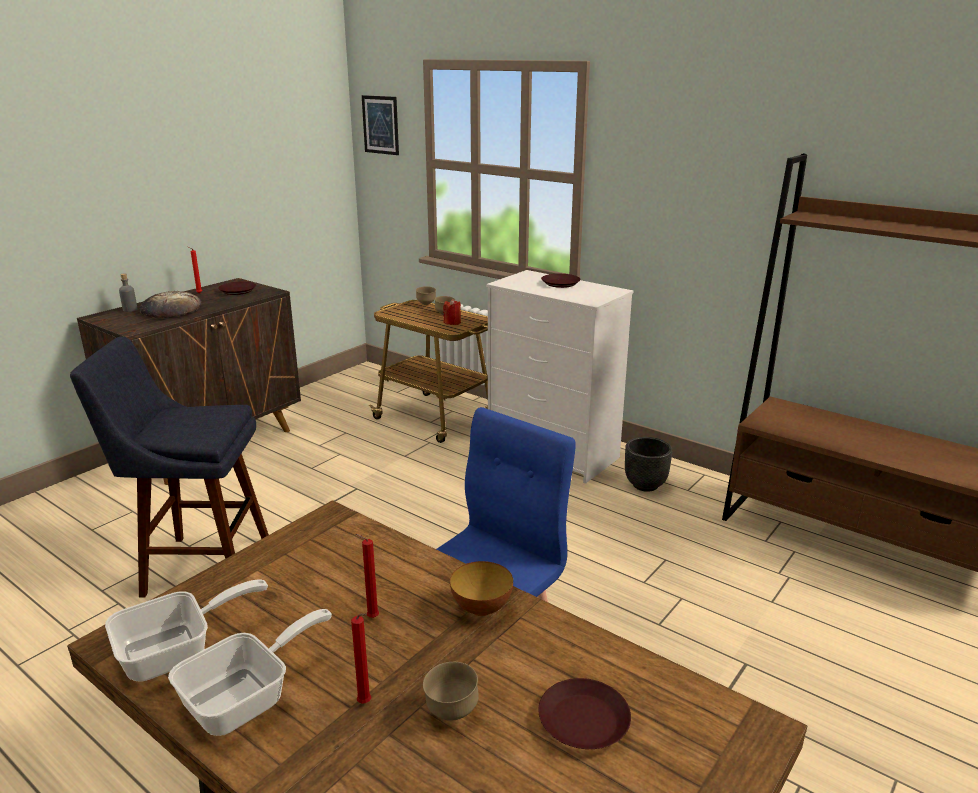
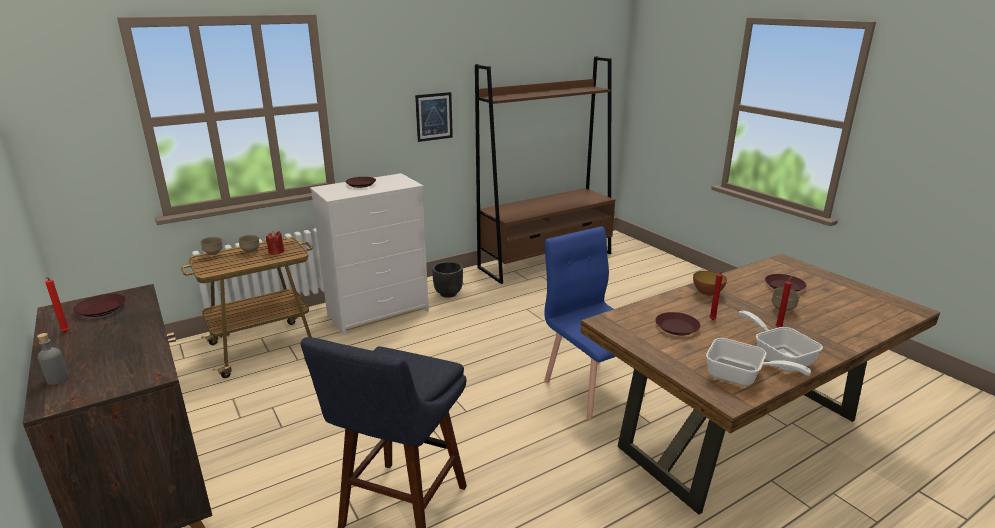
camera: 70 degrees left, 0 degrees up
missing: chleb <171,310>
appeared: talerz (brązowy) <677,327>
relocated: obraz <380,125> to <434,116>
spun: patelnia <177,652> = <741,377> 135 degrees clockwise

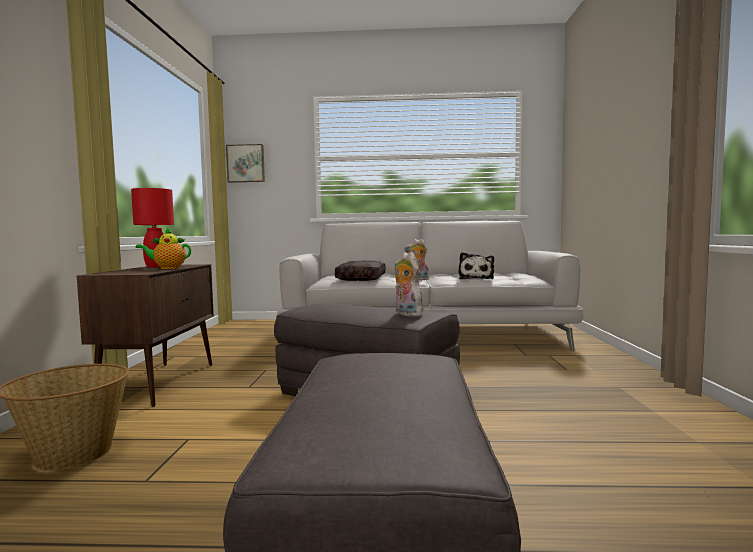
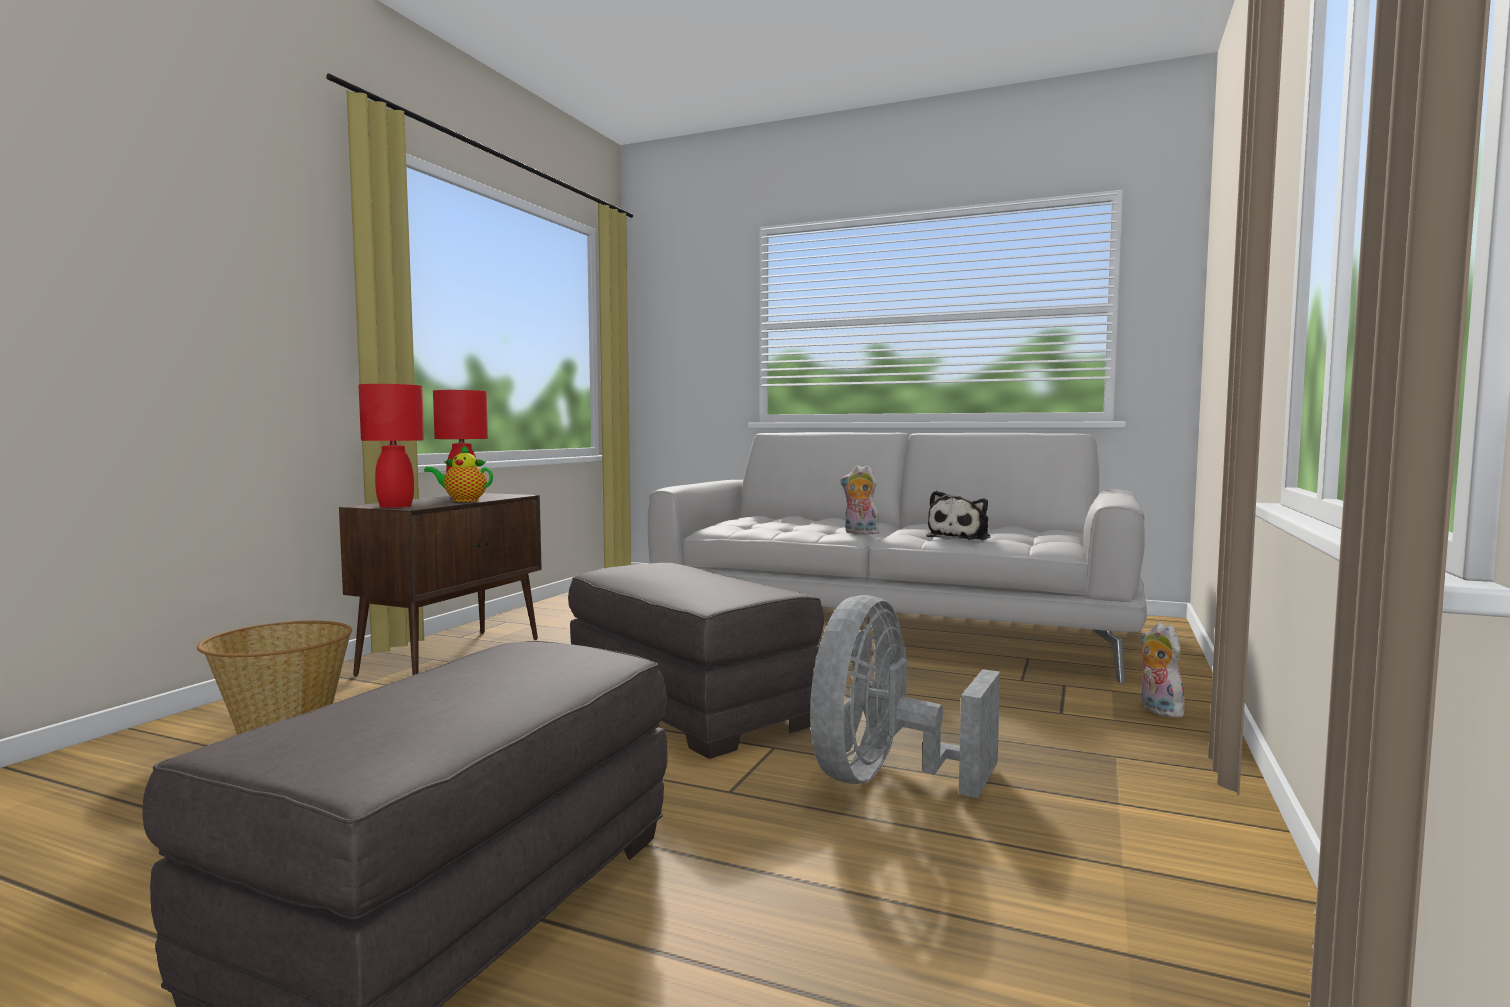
camera: 20 degrees right, 0 degrees up
missing: obraz <246,163>; poduszka (brązowy) <360,279>
appeared: lampa stołowa (czerwony) <396,506>; wentylator (szary) <885,778>
relocated: pluszak <406,314> to <1157,710>

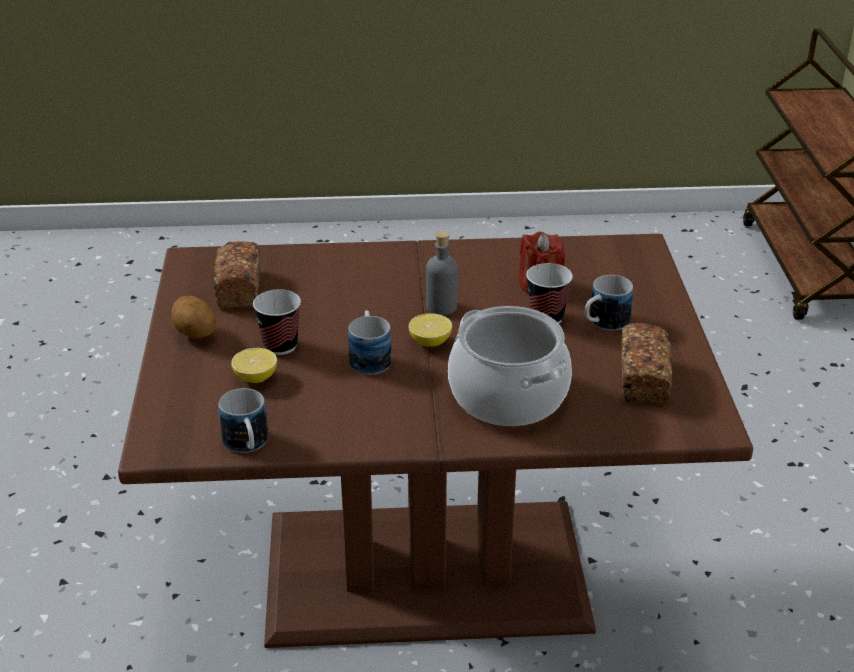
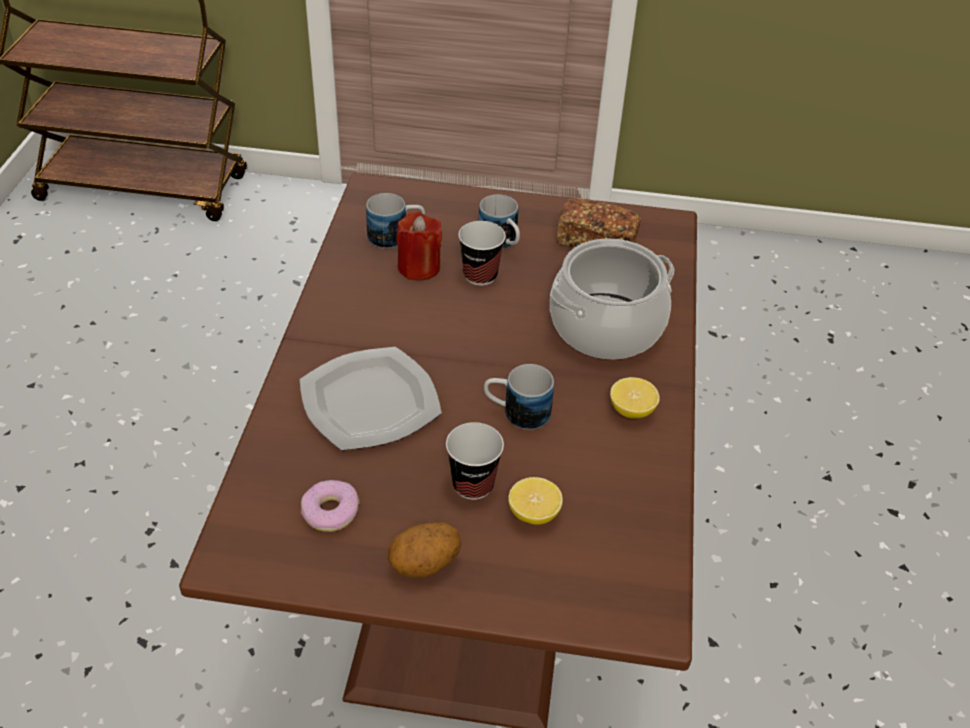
camera: 80 degrees left, 10 degrees up
missing: butelka (szary) <441,307>
appeared: talerz <369,403>
relocated: kubek <247,446> to <396,237>; cytryna <430,342> to <632,410>
exchanged: chleb <238,289> to donut <330,512>

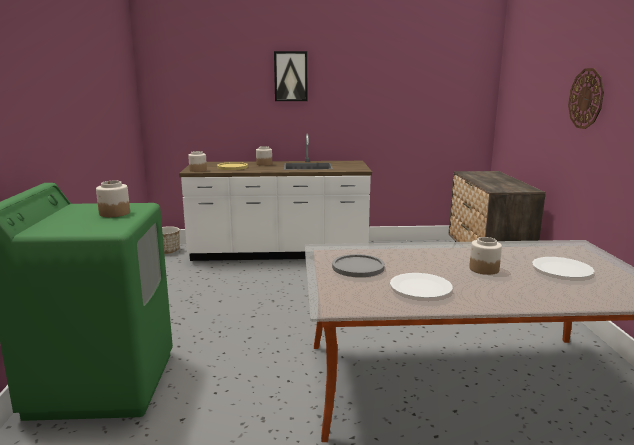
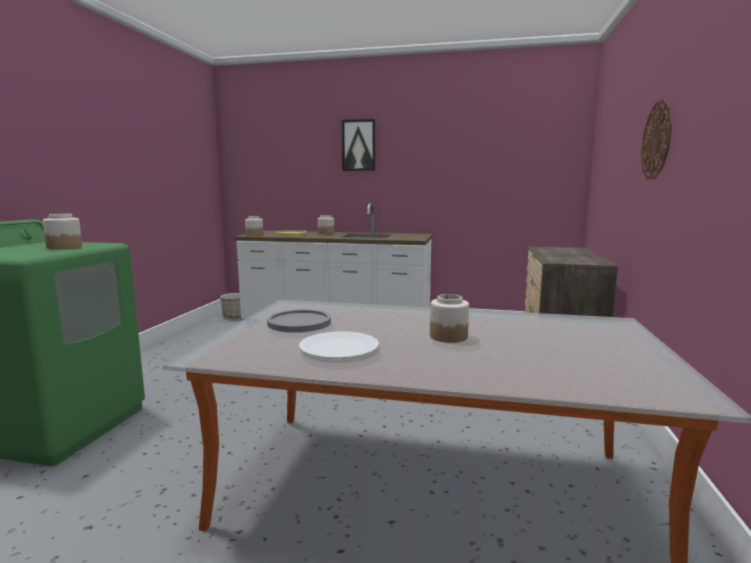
camera: 15 degrees right, 5 degrees down
missing: talerz (biały) <562,269>

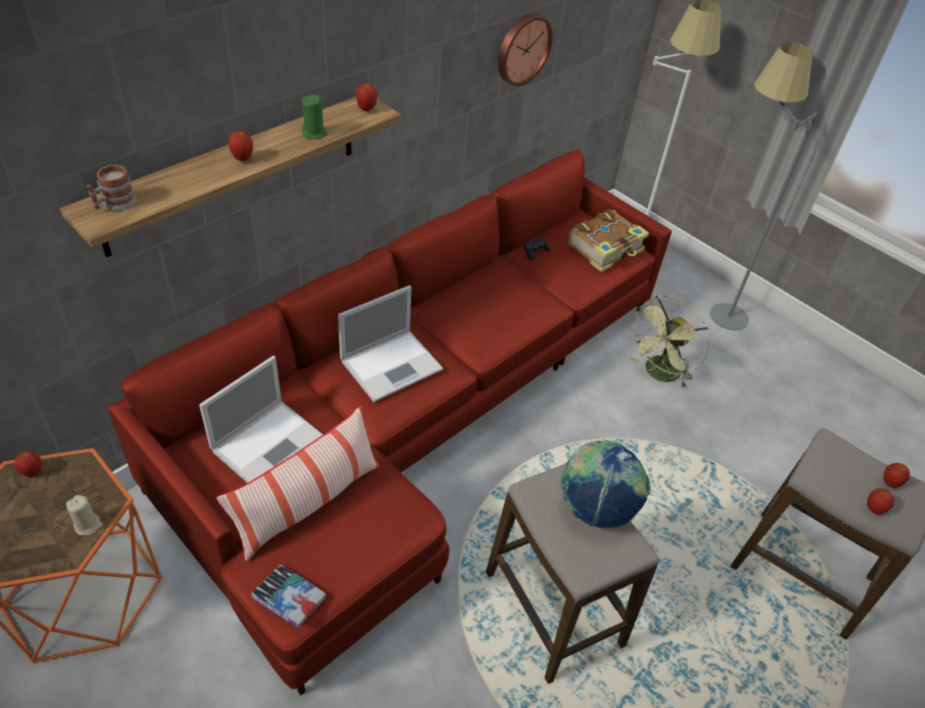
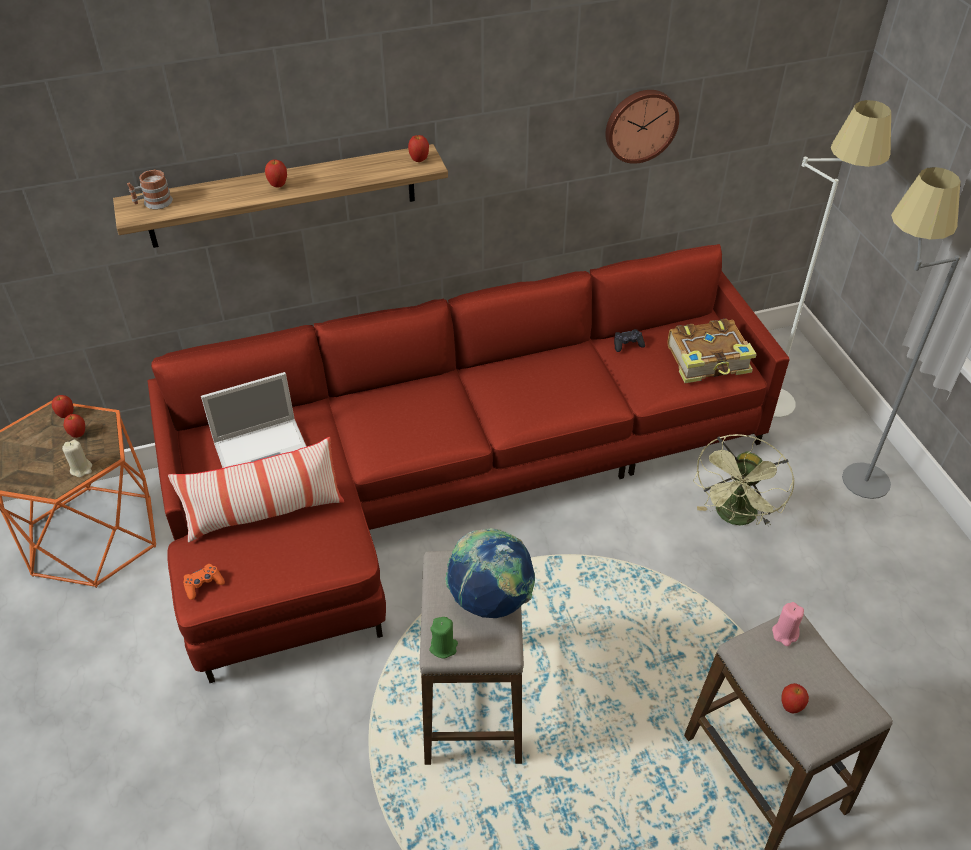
camera: 30 degrees right, 0 degrees up
missing: laptop <393,364>
appeared: świeca (różowy) <785,633>
relocated: jabłko <889,483> to <78,434>; świeca (zielony) <314,133> to <443,647>
exchanged: książka <289,598> to pad do gier (pomarańczowy) <203,584>
spun: wentylator (zielony) <659,374> = <735,517> 45 degrees counterclockwise

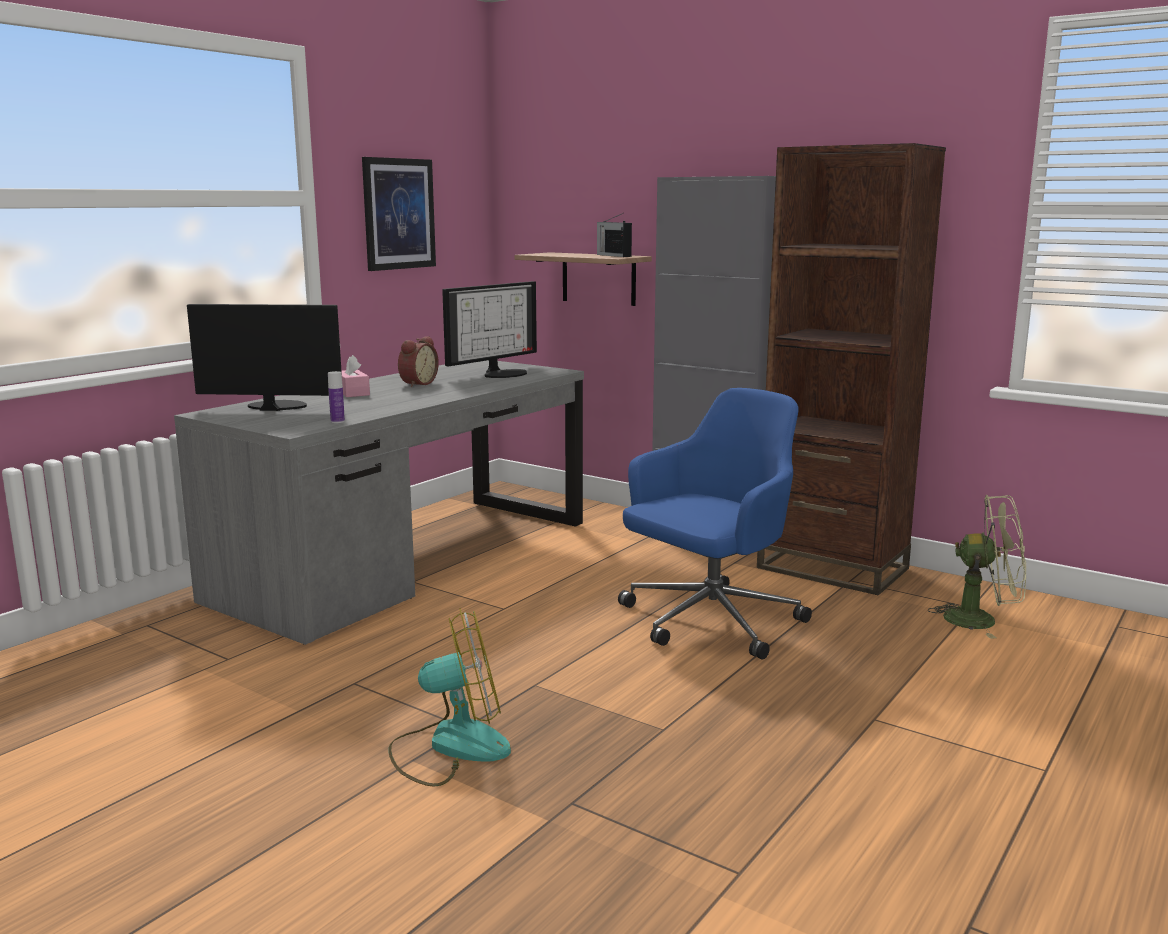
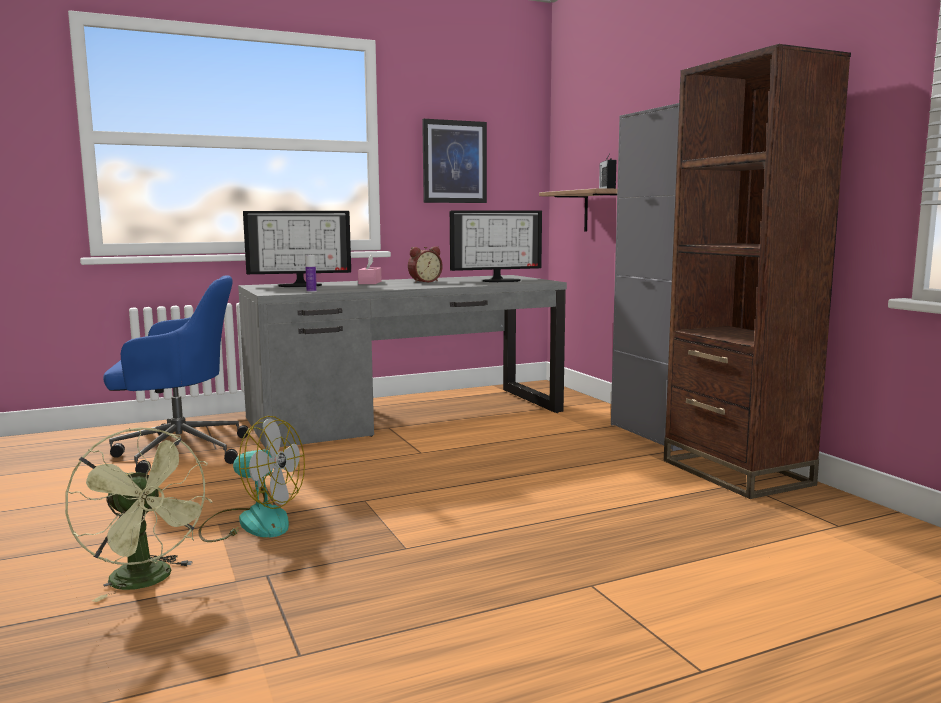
camera: 30 degrees right, 5 degrees down
relocated: wentylator (zielony) <981,620> to <148,581>; krzesło biurowe (niebieski) <709,622> to <178,451>
spun: monitor <274,407> = <300,285> 135 degrees clockwise

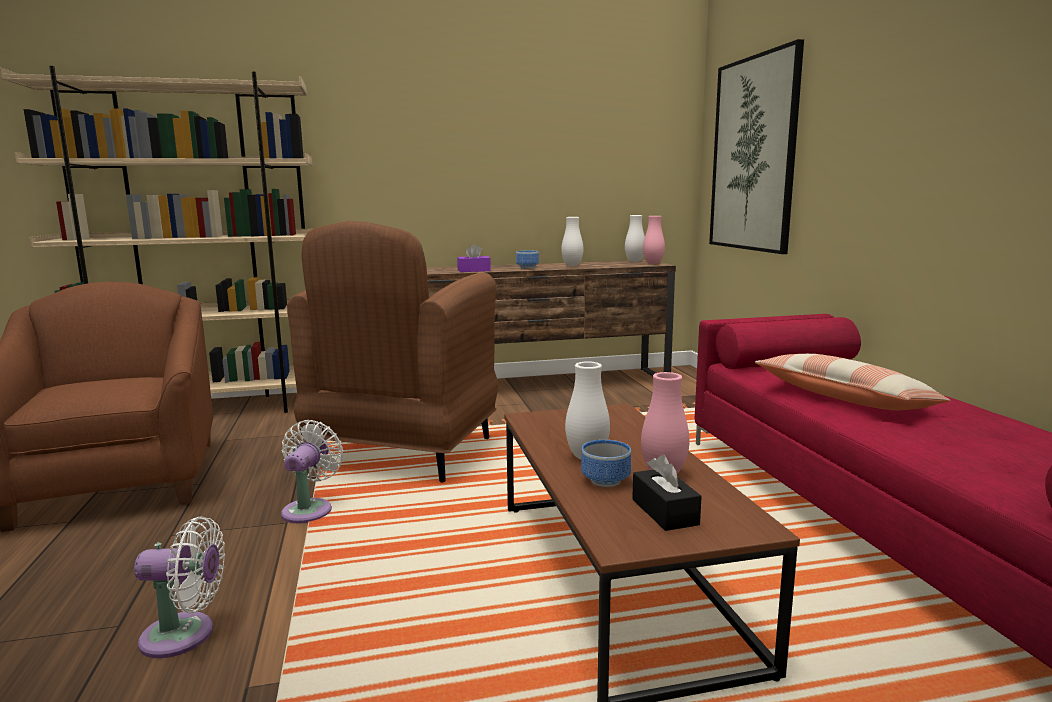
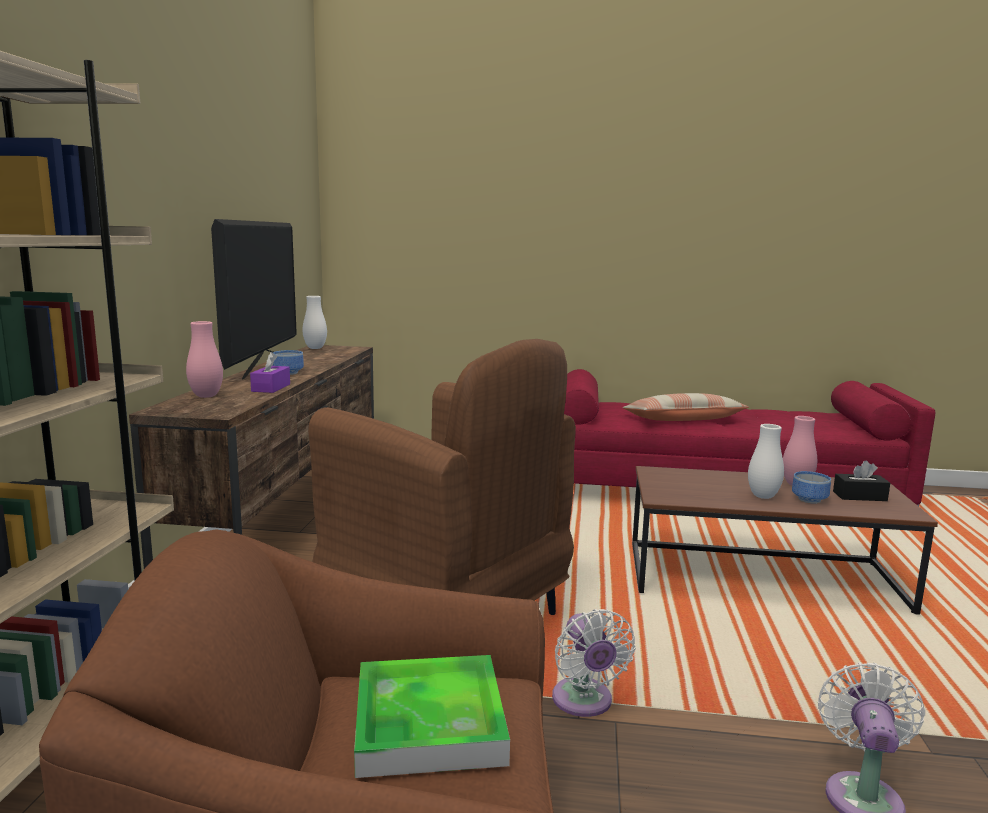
camera: 70 degrees left, 0 degrees up
missing: wazon (biały) <572,265>; obraz <753,154>
appeared: telewizor <263,367>; taca <429,722>
relocated: wazon (różowy) <653,263> to <206,396>
spun: wentylator (biały) <310,509> = <584,702> 135 degrees counterclockwise

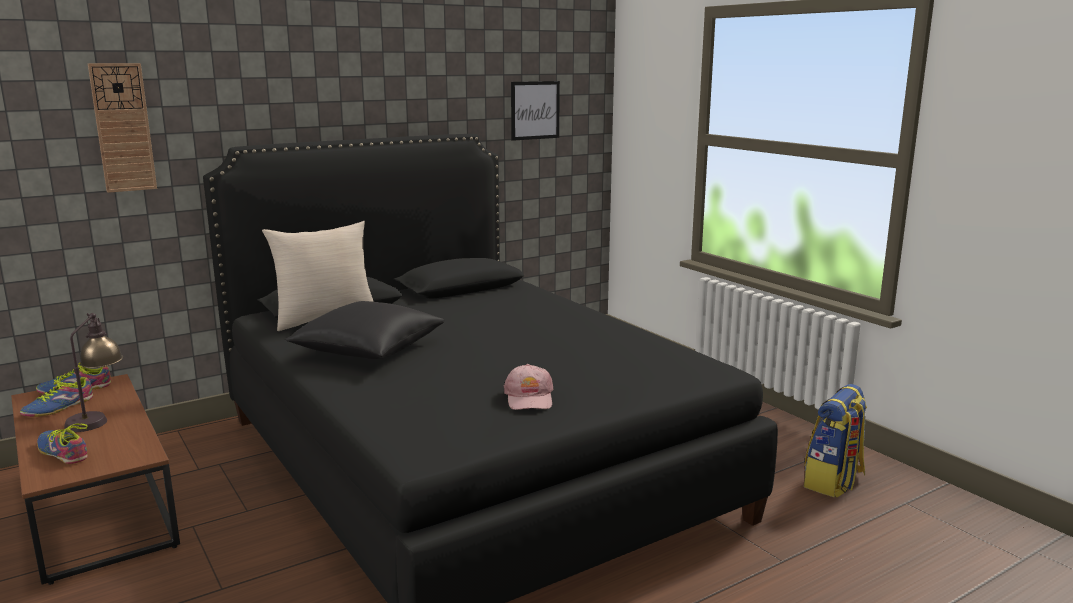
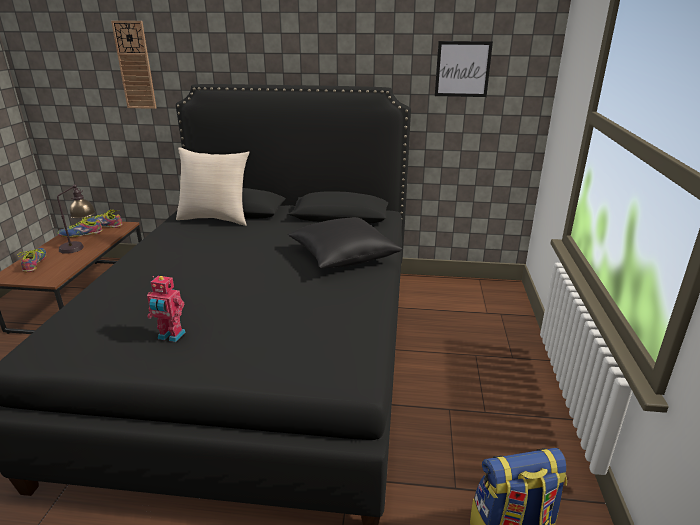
camera: 40 degrees right, 10 degrees up
relocated: poduszka (czarny) <368,350> to <343,256>
exchanged: czapka z daszkiem (różowy) <529,398> to robot zabawkowy <170,336>

